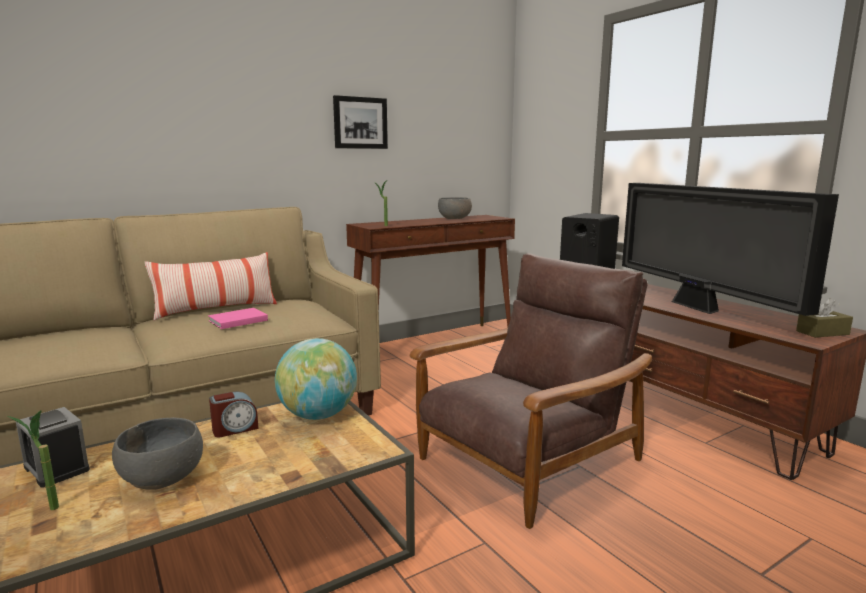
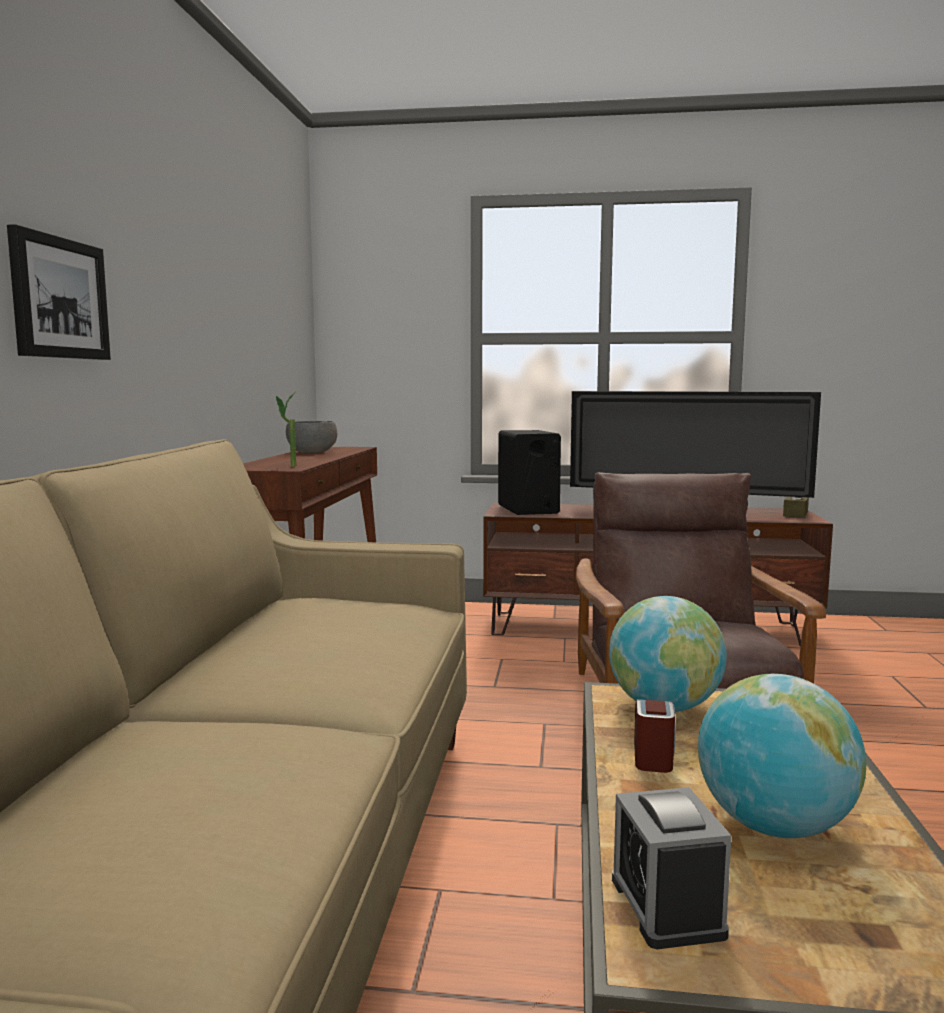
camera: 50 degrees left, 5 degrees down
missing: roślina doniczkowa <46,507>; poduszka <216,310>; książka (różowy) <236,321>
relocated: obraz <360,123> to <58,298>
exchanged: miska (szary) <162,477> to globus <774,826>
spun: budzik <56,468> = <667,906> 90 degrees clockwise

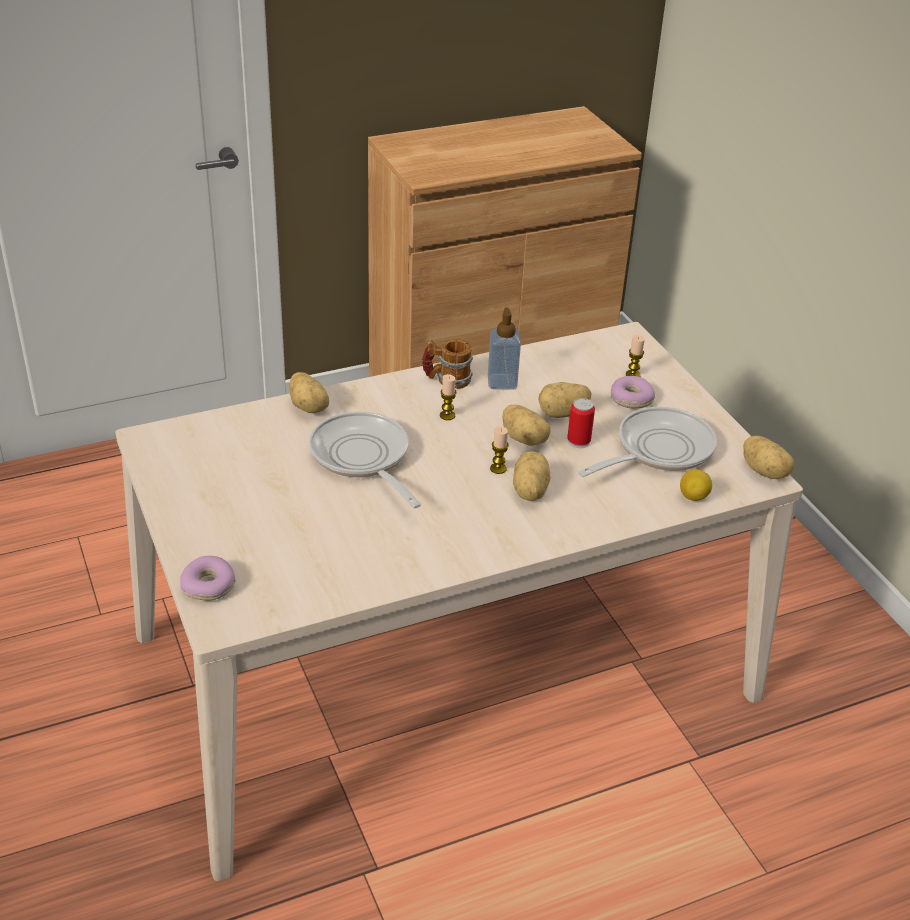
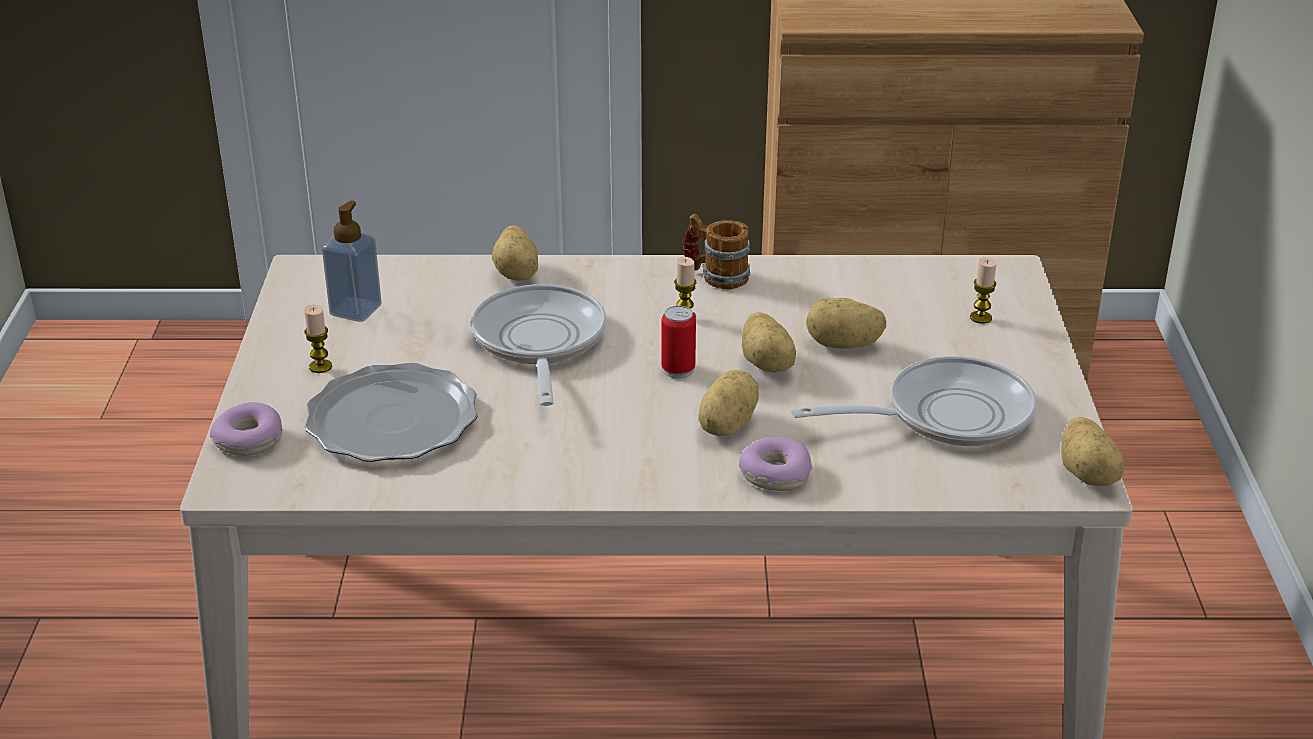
camera: 25 degrees right, 5 degrees down
missing: cytryna <693,497>
appeared: talerz <391,420>
relocated: świeca <498,468> to <320,367>; dozownik mydła <502,382> to <355,310>; puszka <578,441> to <678,369>; donut <630,399> to <774,474>

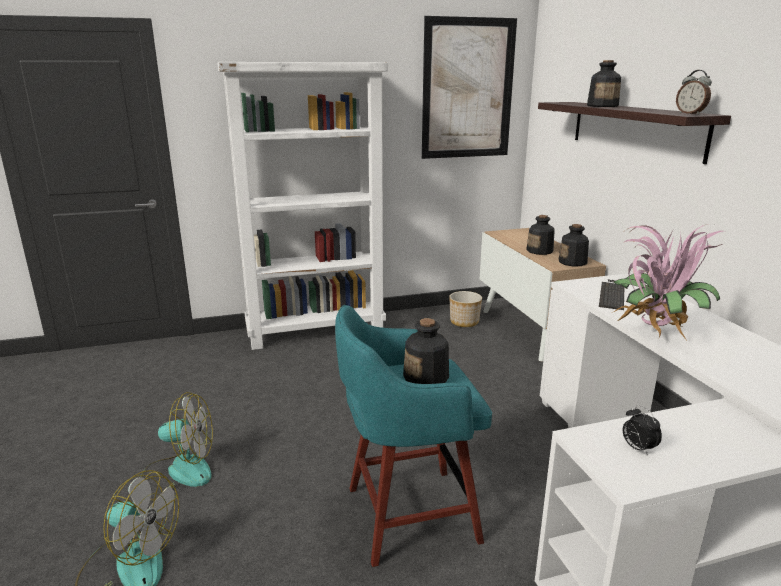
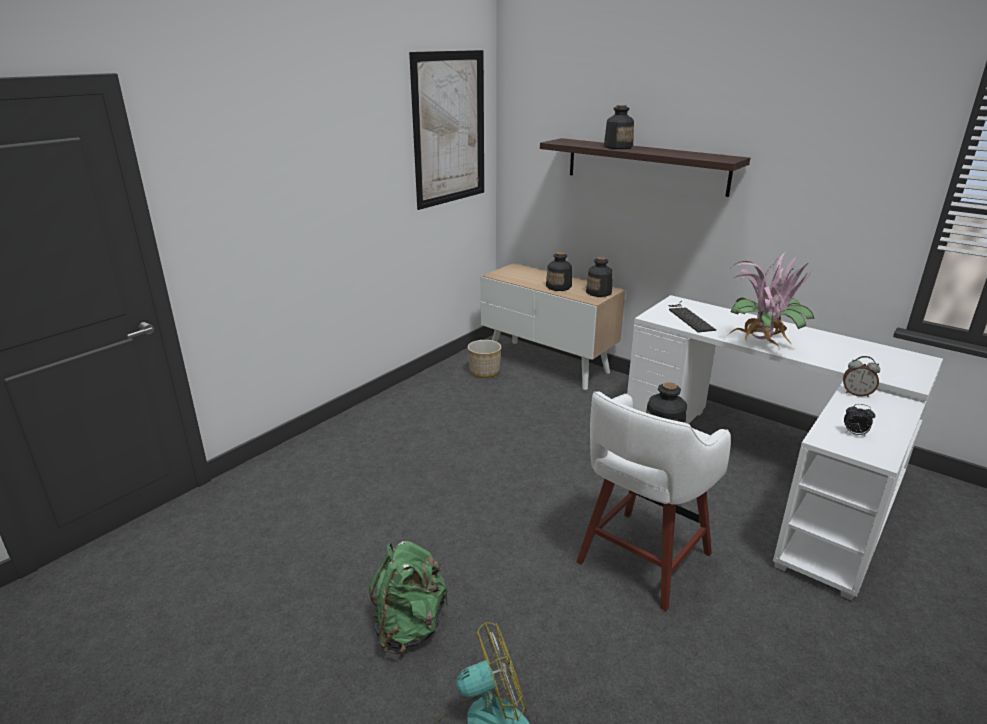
camera: 35 degrees left, 5 degrees up
missing: regał (biały) <316,331>
relocated: budzik <690,114> to <856,394>
exchanged: wentylator <178,472> to plecak (zielony) <409,626>
colour: stołek (turkusowy) <407,515> to stołek (biały) <641,560>

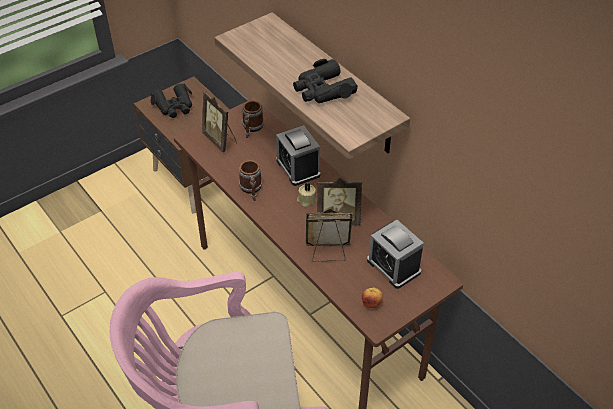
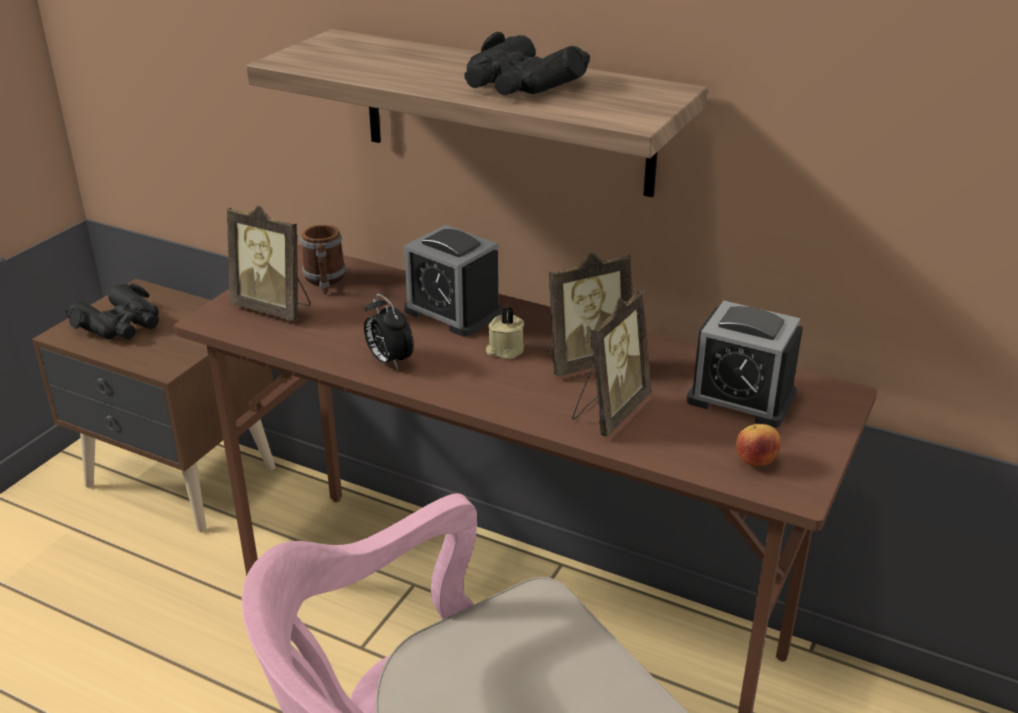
camera: 25 degrees left, 15 degrees down
exchanged: kubek <251,189> to budzik <389,361>
spun: ramka na zdjęcie <328,253> = <609,411> 150 degrees clockwise

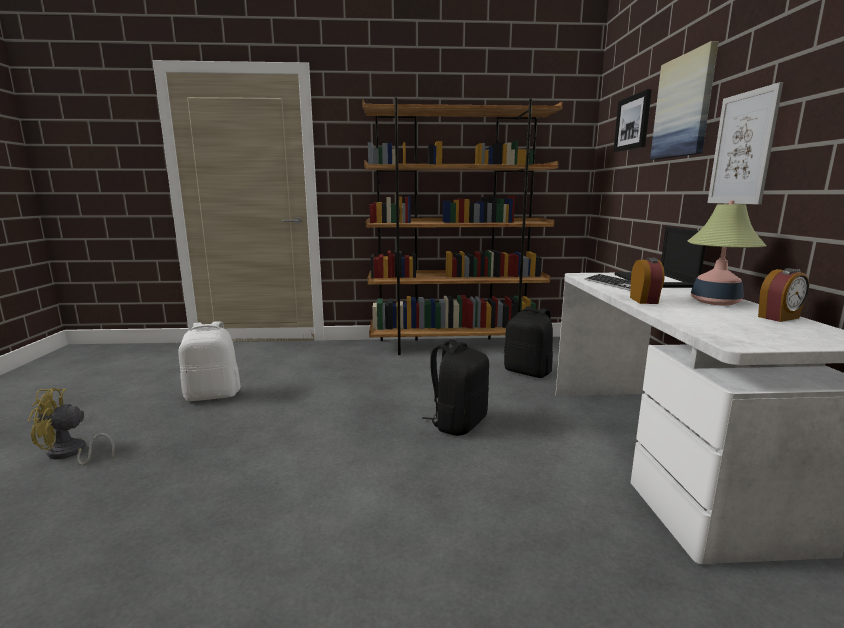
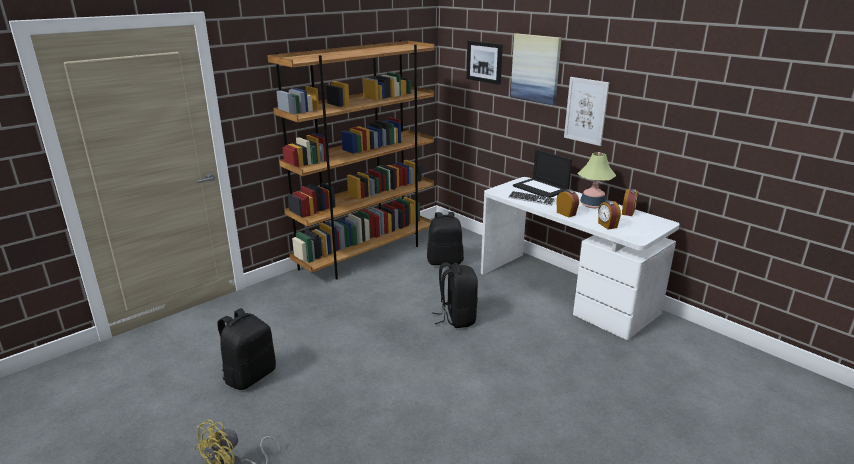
camera: 40 degrees left, 10 degrees up
appeared: budzik <607,225>
colour: plecak (biały) <213,395> to plecak (czarny) <250,375>

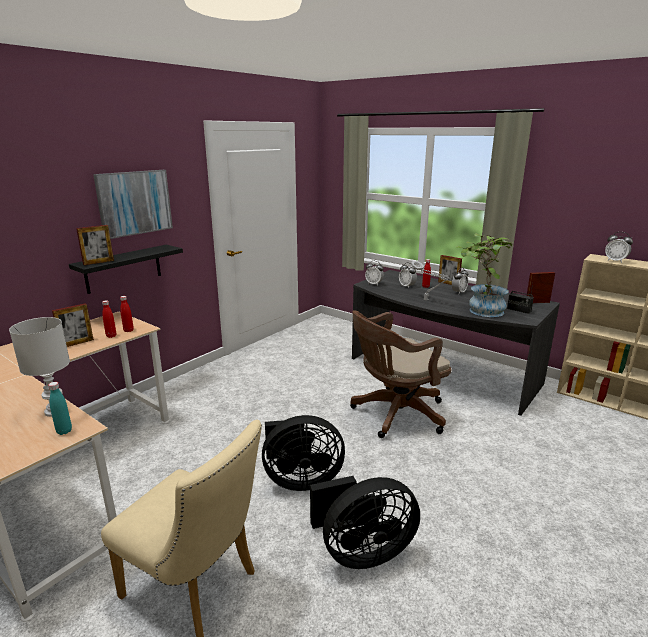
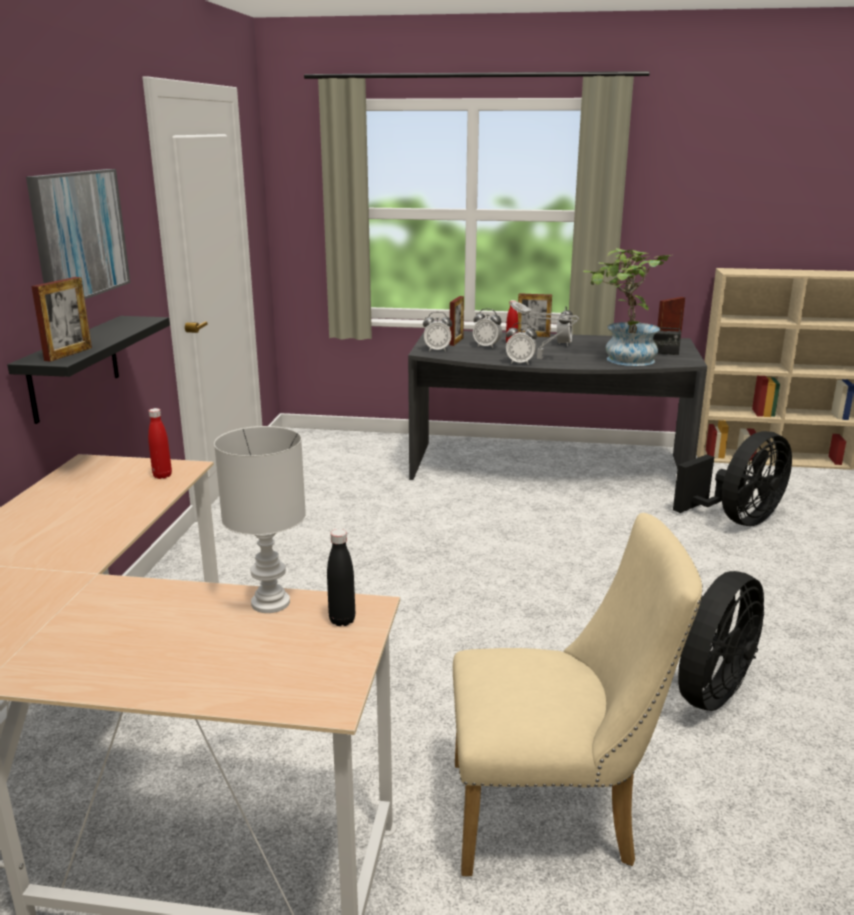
camera: 30 degrees left, 0 degrees up
missing: butelka (czerwony) <111,336>; krzesło biurowe (brązowy) <395,414>
relocated: ramka na zdjęcie <77,343> to <456,341>; budzik <615,261> to <520,363>; wentylator (czarny) <300,480> to <737,519>
colour: butelka (turkusowy) <64,431> to butelka (czarny) <342,620>

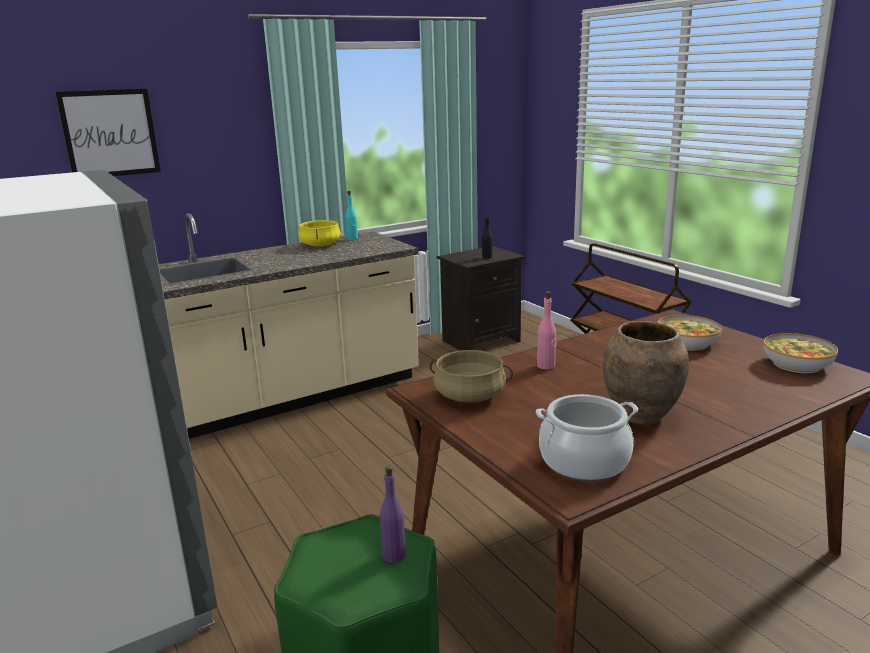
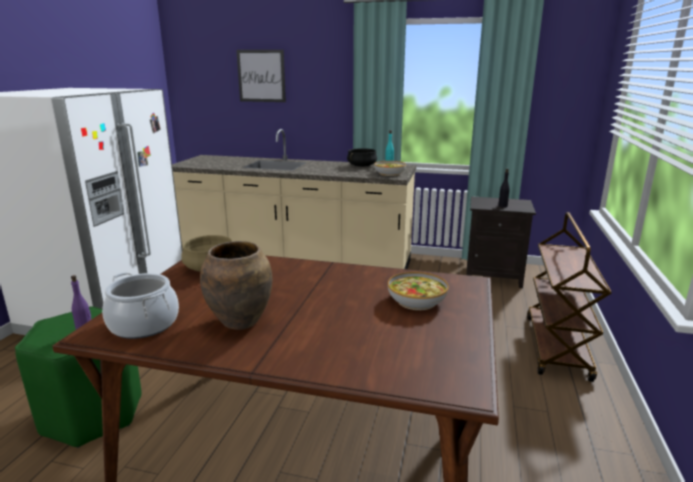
camera: 45 degrees right, 0 degrees up
missing: butelka (różowy) <546,366>
relocated: miska <796,364> to <389,173>
colour: garnek (żółty) <320,245> to garnek (czarny) <361,166>

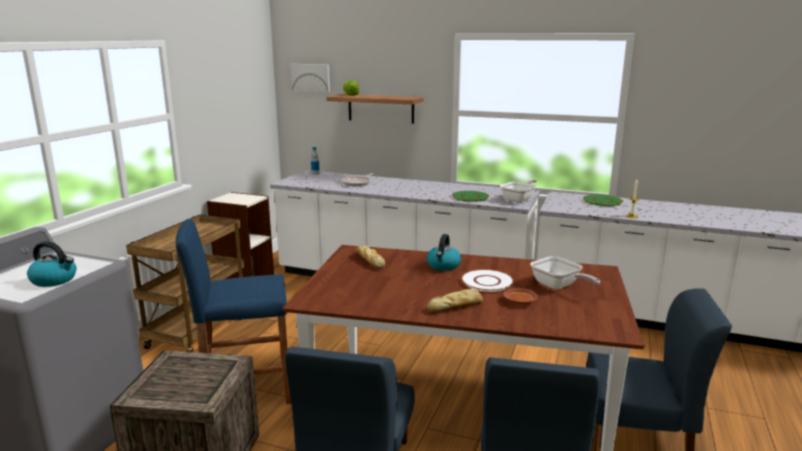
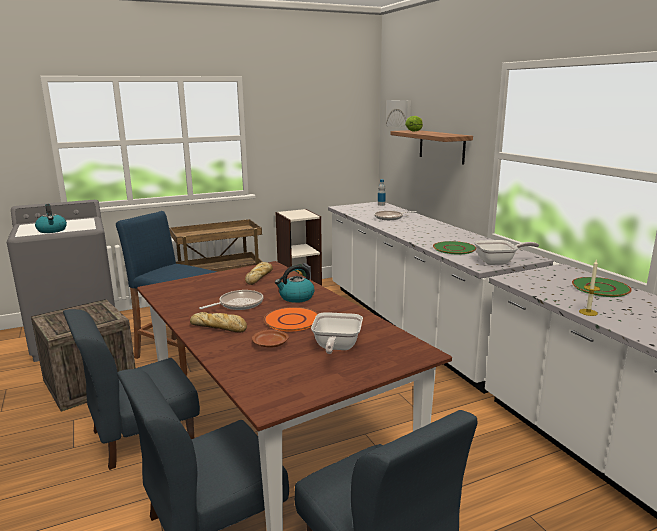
camera: 45 degrees right, 0 degrees up
appeared: patelnia <238,304>
colour: talerz (biały) <487,281> to talerz (pomarańczowy) <292,320>

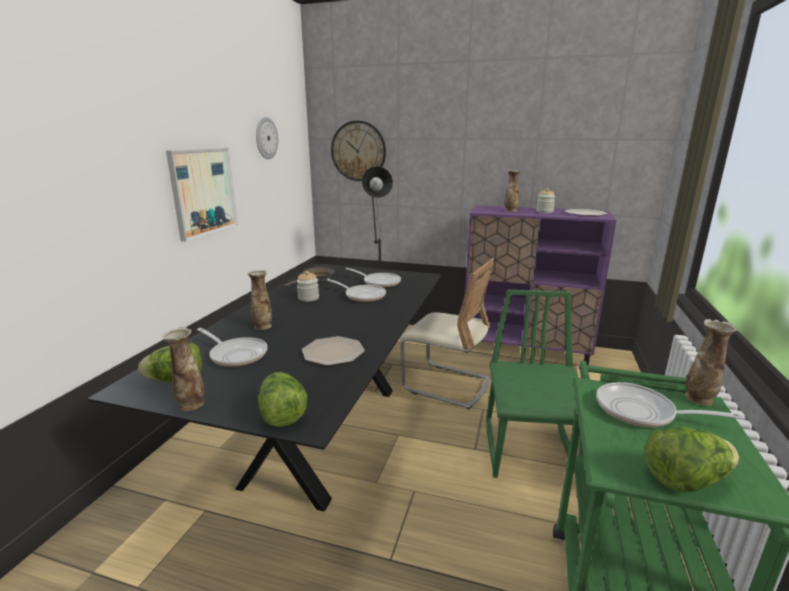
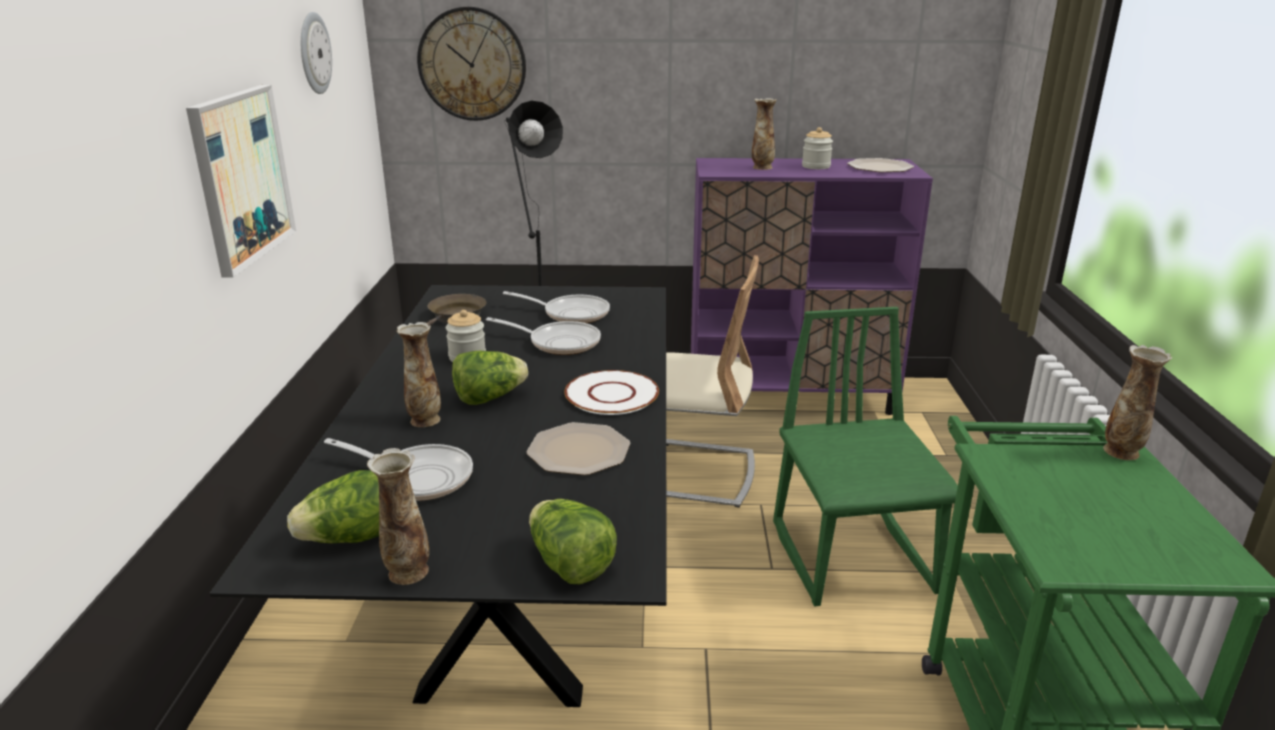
camera: 15 degrees left, 5 degrees up
missing: patelnia <642,412>
appeared: talerz (biały) <611,394>
relocated: sałata <685,480> to <489,398>

